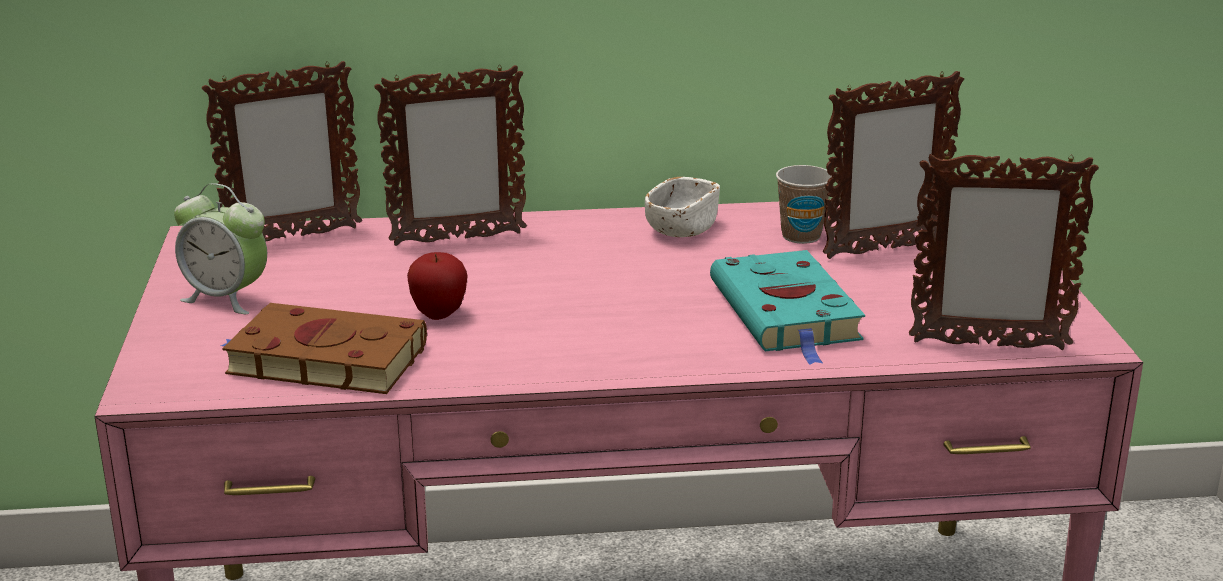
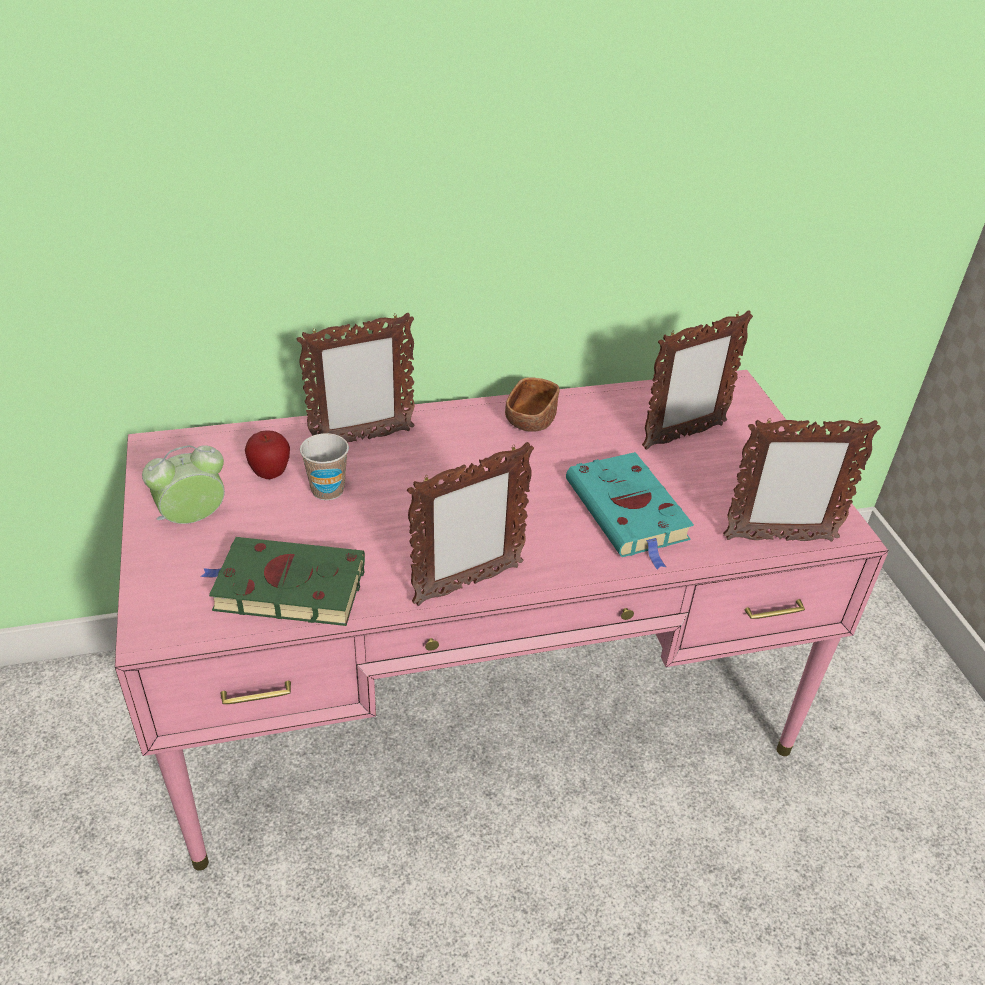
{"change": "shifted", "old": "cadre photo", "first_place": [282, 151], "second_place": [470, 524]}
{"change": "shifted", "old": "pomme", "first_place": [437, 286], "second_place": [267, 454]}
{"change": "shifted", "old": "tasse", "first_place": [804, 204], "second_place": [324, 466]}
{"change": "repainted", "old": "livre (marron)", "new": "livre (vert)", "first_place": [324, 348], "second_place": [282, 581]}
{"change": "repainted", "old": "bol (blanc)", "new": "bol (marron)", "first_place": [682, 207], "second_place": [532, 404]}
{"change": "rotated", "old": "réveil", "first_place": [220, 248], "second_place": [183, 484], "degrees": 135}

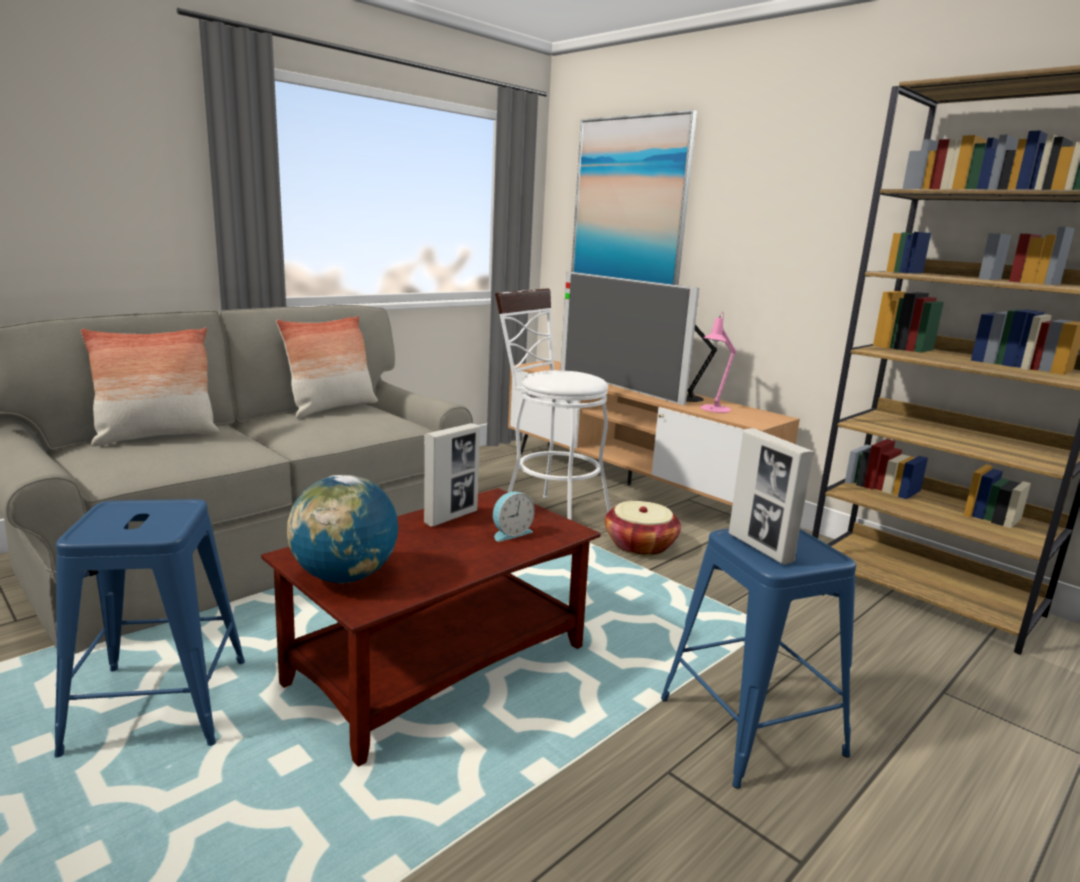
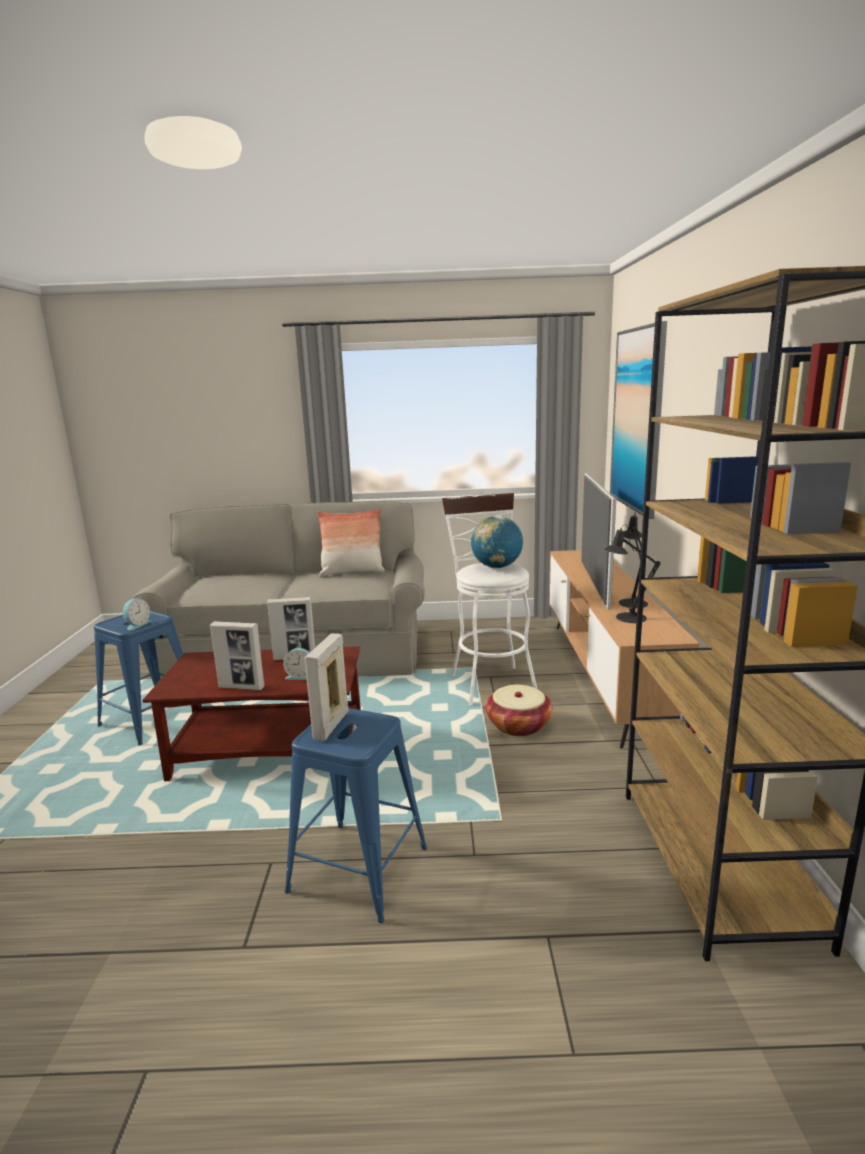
{"change": "gone", "old": "coussin", "first_place": [150, 386]}
{"change": "new", "new": "réveil", "second_place": [137, 614]}
{"change": "new", "new": "cadre photo", "second_place": [237, 655]}
{"change": "shifted", "old": "globe", "first_place": [342, 529], "second_place": [497, 542]}
{"change": "repainted", "old": "lampe de table (rose)", "new": "lampe de table (noir)", "first_place": [719, 362], "second_place": [632, 573]}

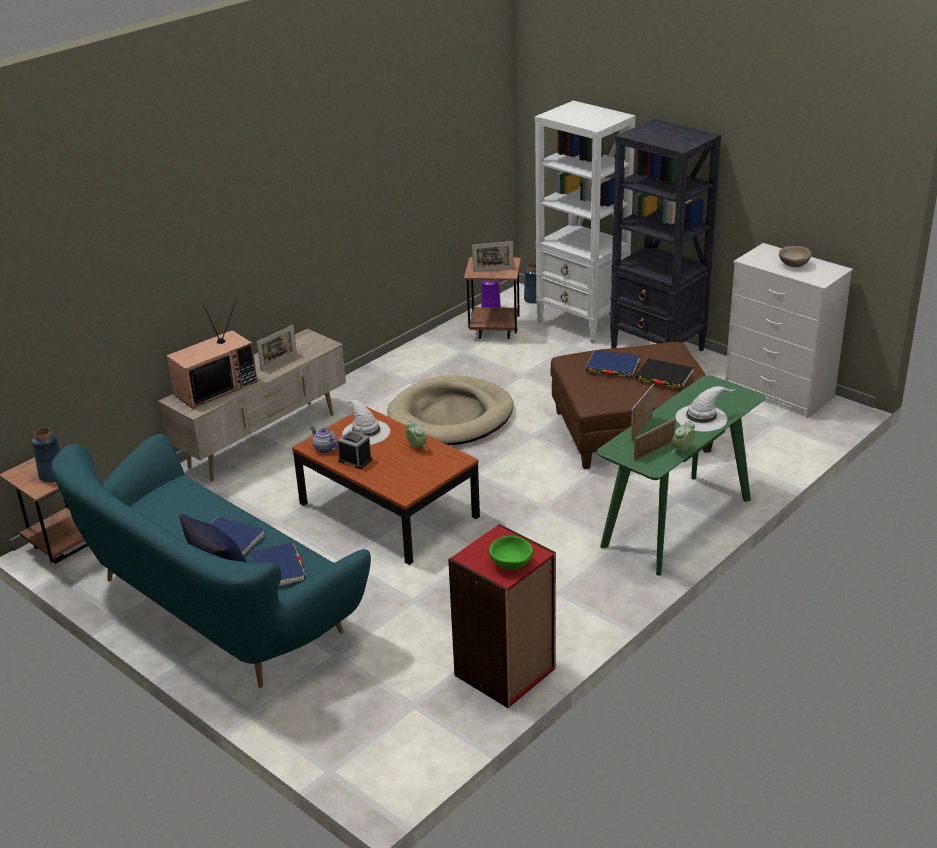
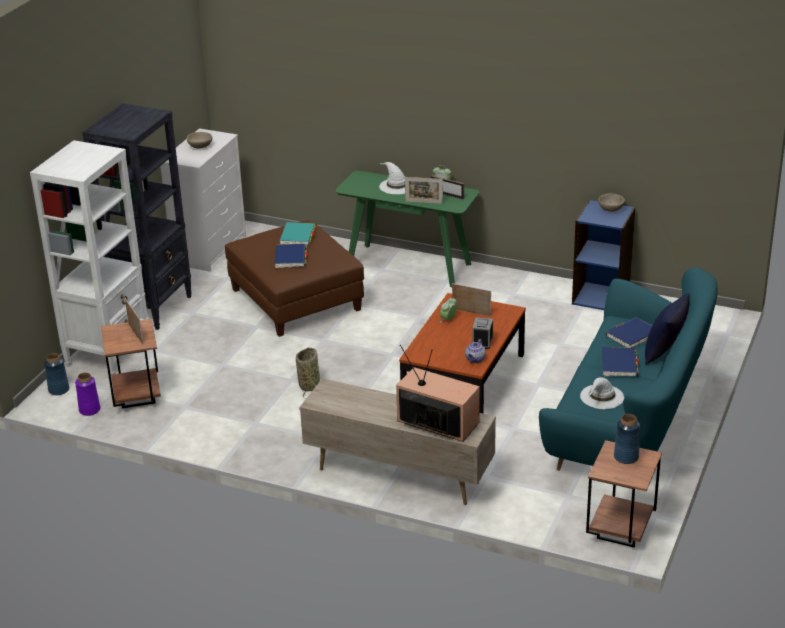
{"change": "shifted", "old": "cadre photo", "first_place": [277, 348], "second_place": [471, 300]}
{"change": "shifted", "old": "chapeau (blanc)", "first_place": [366, 422], "second_place": [602, 393]}
{"change": "swapped", "old": "panier pour chien (beige)", "new": "panier", "first_place": [450, 410], "second_place": [308, 372]}
{"change": "repainted", "old": "bibliothèque (rouge)", "new": "bibliothèque (bleu)", "first_place": [502, 616], "second_place": [603, 255]}
{"change": "repainted", "old": "bol (vert)", "new": "bol (beige)", "first_place": [511, 552], "second_place": [611, 202]}
{"change": "repainted", "old": "livre (noir)", "new": "livre (turquoise)", "first_place": [664, 373], "second_place": [297, 233]}

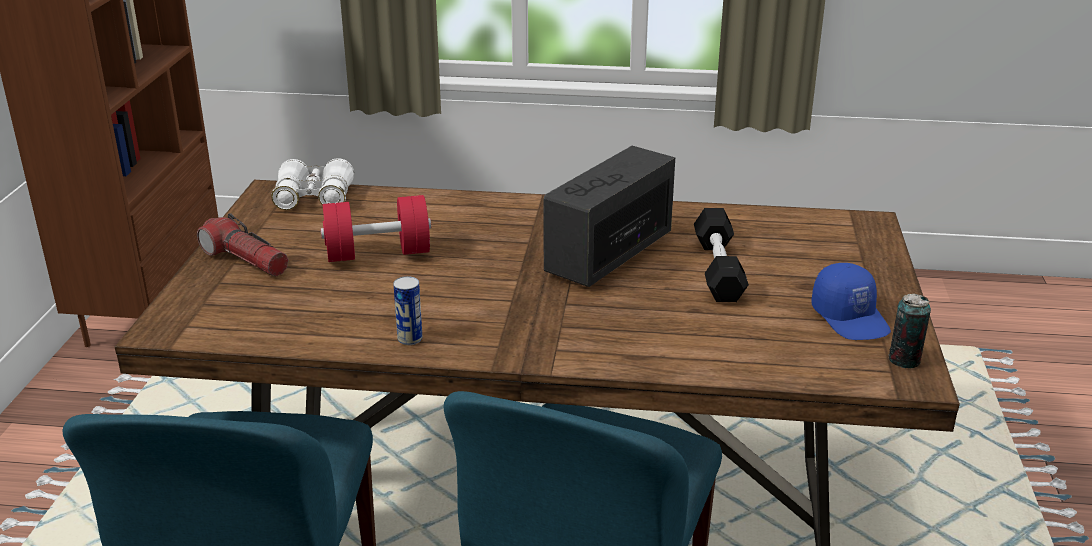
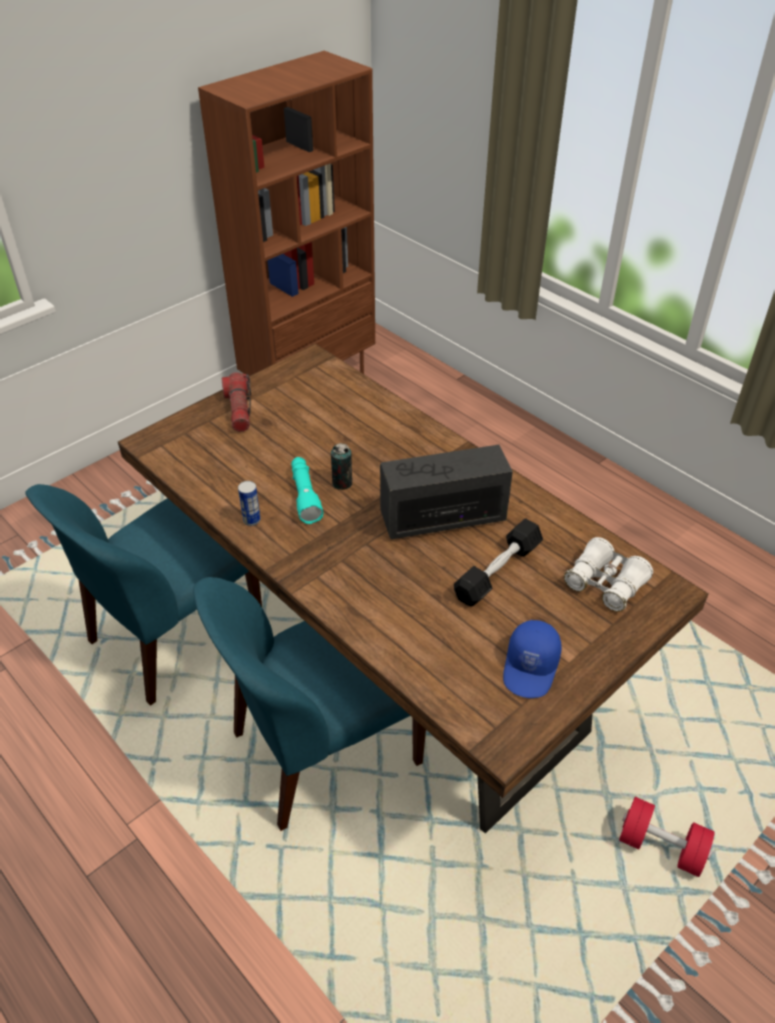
{"change": "new", "new": "lampe de poche (turquoise)", "second_place": [307, 490]}
{"change": "shifted", "old": "jumelles (blanc)", "first_place": [312, 184], "second_place": [608, 574]}
{"change": "shifted", "old": "haltère (rouge)", "first_place": [376, 228], "second_place": [666, 837]}
{"change": "shifted", "old": "boîte métallique", "first_place": [909, 331], "second_place": [341, 466]}

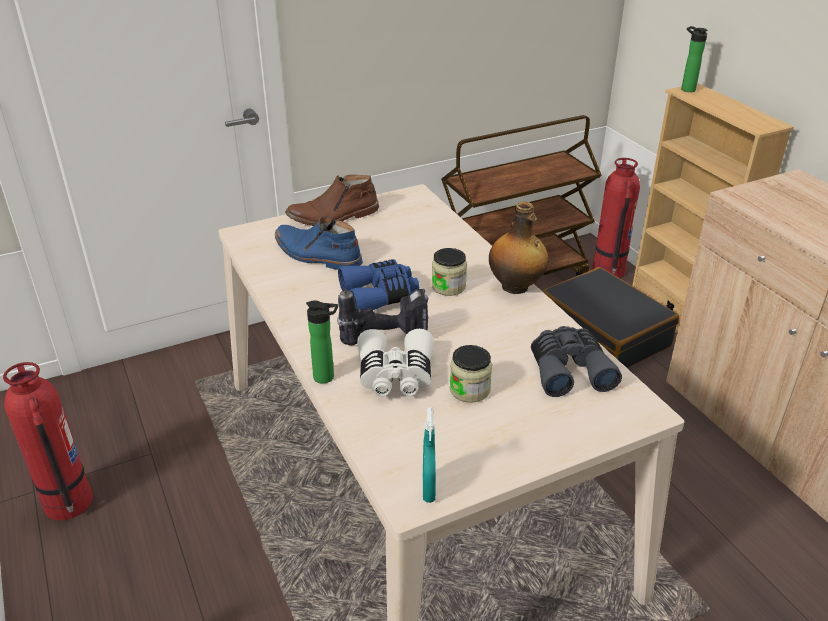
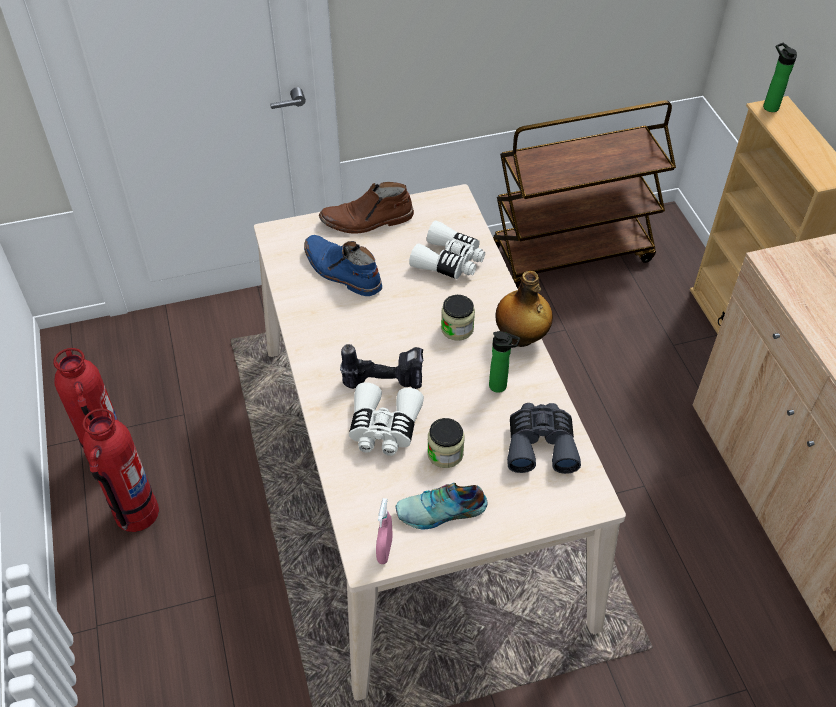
{"change": "gone", "old": "jumelles (bleu)", "first_place": [378, 284]}
{"change": "gone", "old": "valise (noir)", "first_place": [610, 317]}
{"change": "new", "new": "chaussure", "second_place": [441, 506]}
{"change": "new", "new": "jumelles (blanc)", "second_place": [447, 250]}
{"change": "shifted", "old": "bouteille", "first_place": [322, 342], "second_place": [504, 362]}
{"change": "shifted", "old": "extincteur", "first_place": [616, 218], "second_place": [120, 470]}
{"change": "repainted", "old": "vaporisateur (turquoise)", "new": "vaporisateur (rose)", "first_place": [429, 455], "second_place": [384, 531]}

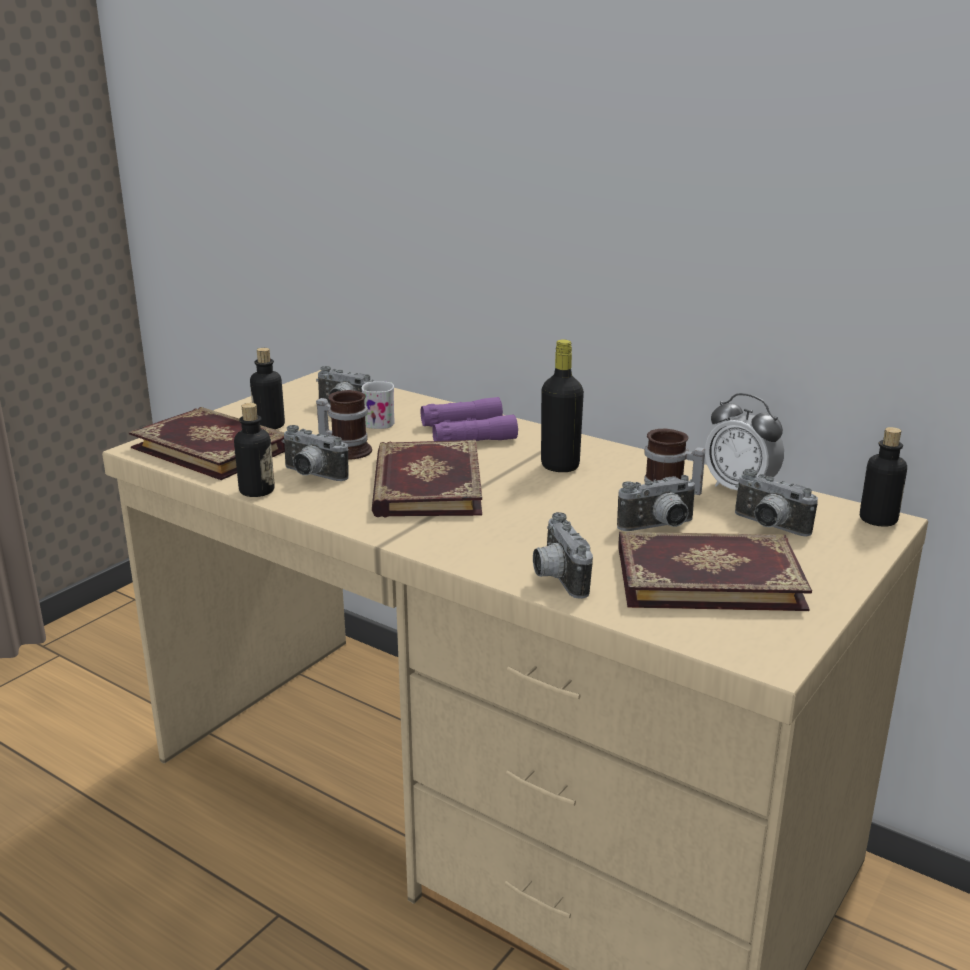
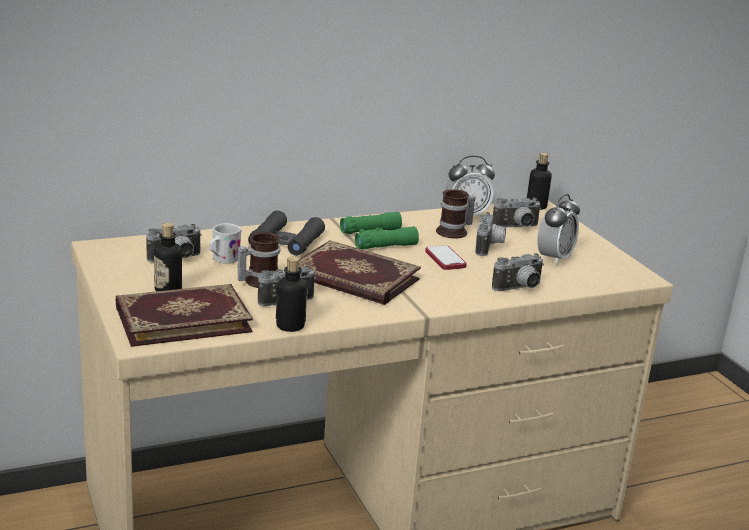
{"change": "new", "new": "téléphone", "second_place": [446, 257]}
{"change": "swapped", "old": "bouteille (noir)", "new": "jumelles (vert)", "first_place": [562, 406], "second_place": [379, 231]}
{"change": "swapped", "old": "livre", "new": "réveil", "first_place": [715, 571], "second_place": [558, 229]}
{"change": "repainted", "old": "jumelles (violet)", "new": "jumelles (noir)", "first_place": [469, 419], "second_place": [286, 233]}
{"change": "rotated", "old": "appareil photo", "first_place": [563, 555], "second_place": [518, 272], "degrees": -45}

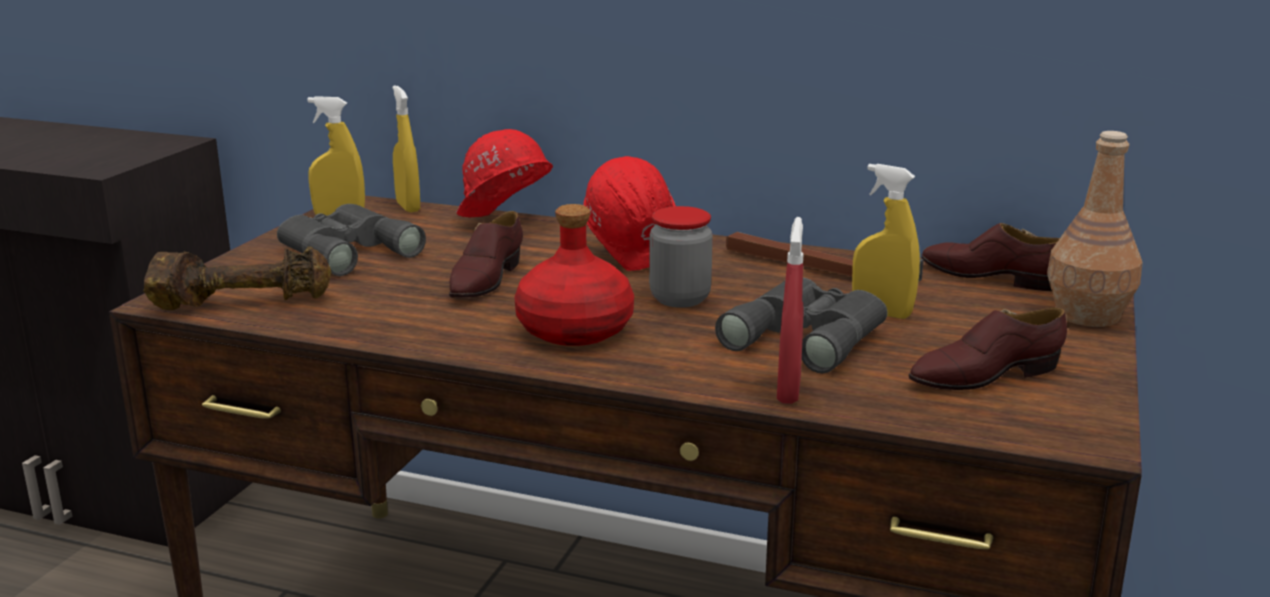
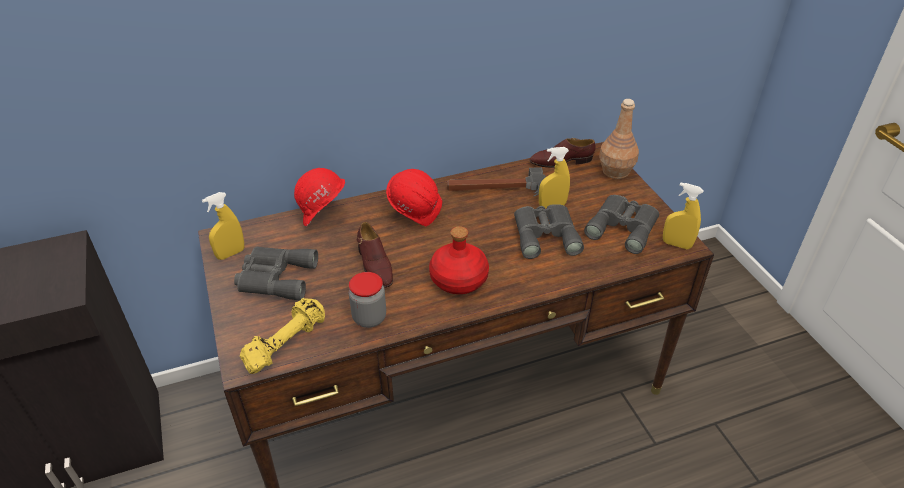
{"change": "gone", "old": "vaporisateur (rouge)", "first_place": [790, 310]}
{"change": "shifted", "old": "vaporisateur (jaune)", "first_place": [406, 148], "second_place": [683, 215]}
{"change": "shifted", "old": "bocal", "first_place": [681, 257], "second_place": [367, 300]}
{"change": "swapped", "old": "chaussure (marron)", "new": "jumelles (gris)", "first_place": [988, 348], "second_place": [621, 224]}
{"change": "repainted", "old": "haltère (marron)", "new": "haltère (jaune)", "first_place": [237, 278], "second_place": [282, 336]}

